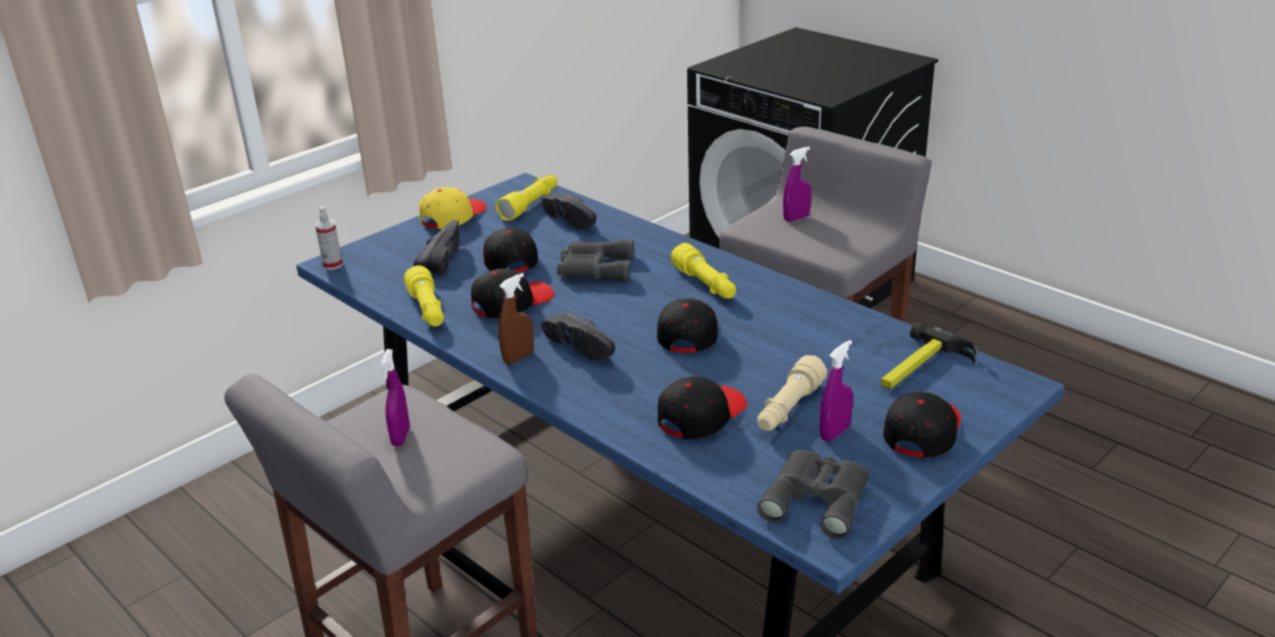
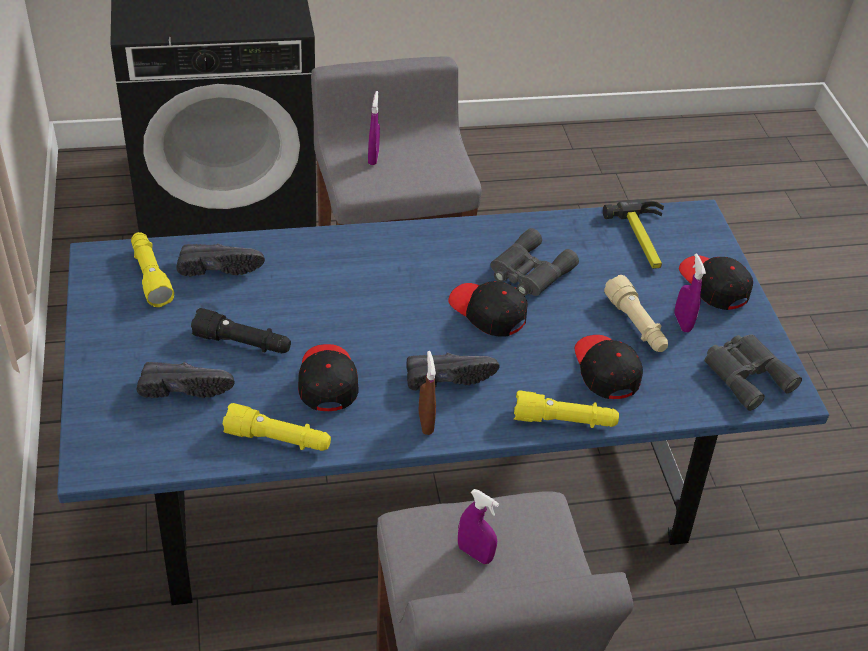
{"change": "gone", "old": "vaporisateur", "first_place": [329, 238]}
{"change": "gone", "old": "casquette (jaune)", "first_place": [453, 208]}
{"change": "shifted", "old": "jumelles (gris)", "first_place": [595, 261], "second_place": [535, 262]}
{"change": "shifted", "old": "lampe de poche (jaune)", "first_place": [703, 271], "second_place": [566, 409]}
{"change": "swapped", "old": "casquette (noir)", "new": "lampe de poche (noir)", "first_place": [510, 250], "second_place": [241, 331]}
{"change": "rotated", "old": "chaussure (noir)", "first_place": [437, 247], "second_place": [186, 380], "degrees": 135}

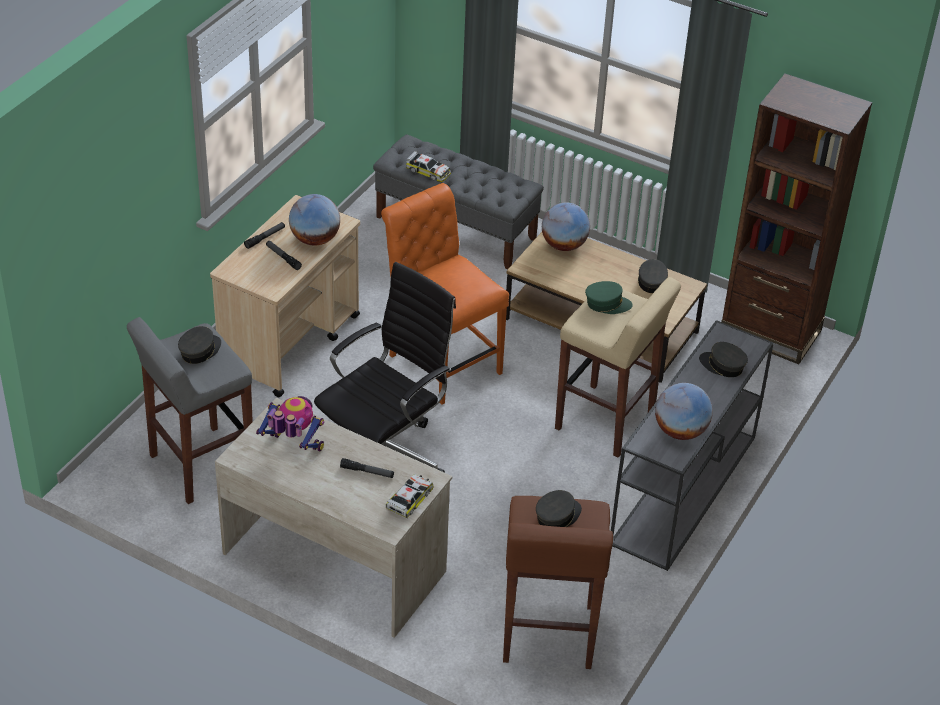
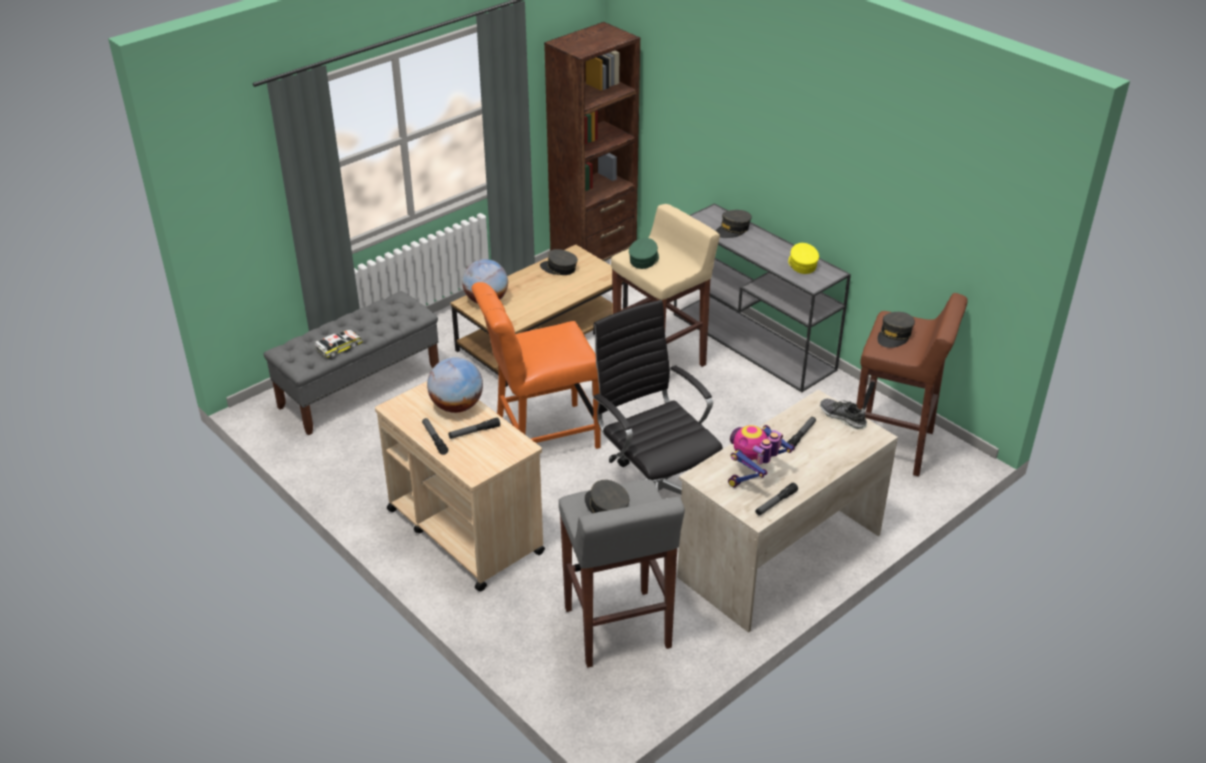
{"change": "new", "new": "lampe de poche", "second_place": [776, 499]}
{"change": "swapped", "old": "petite voiture", "new": "chaussure", "first_place": [410, 496], "second_place": [843, 414]}
{"change": "swapped", "old": "globe", "new": "casquette (jaune)", "first_place": [684, 411], "second_place": [803, 258]}
{"change": "rotated", "old": "casquette (gris)", "first_place": [559, 508], "second_place": [896, 330], "degrees": -120}

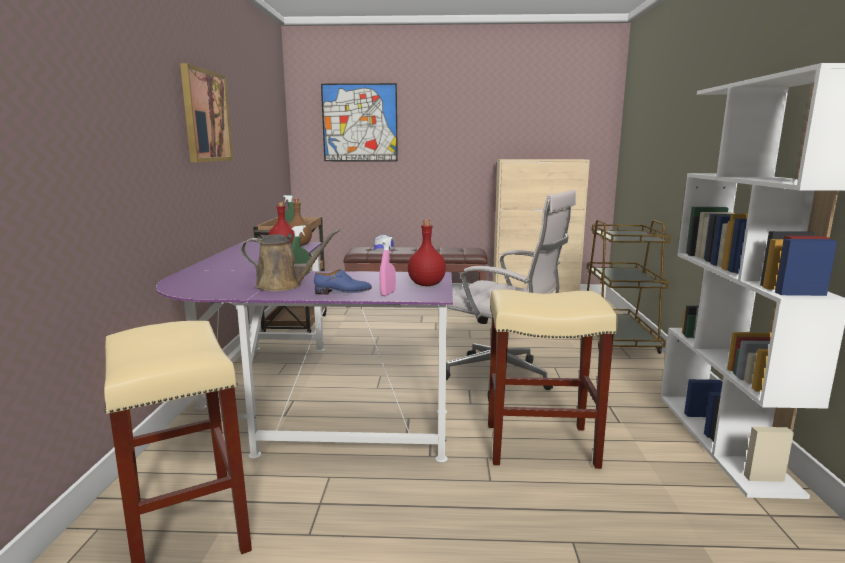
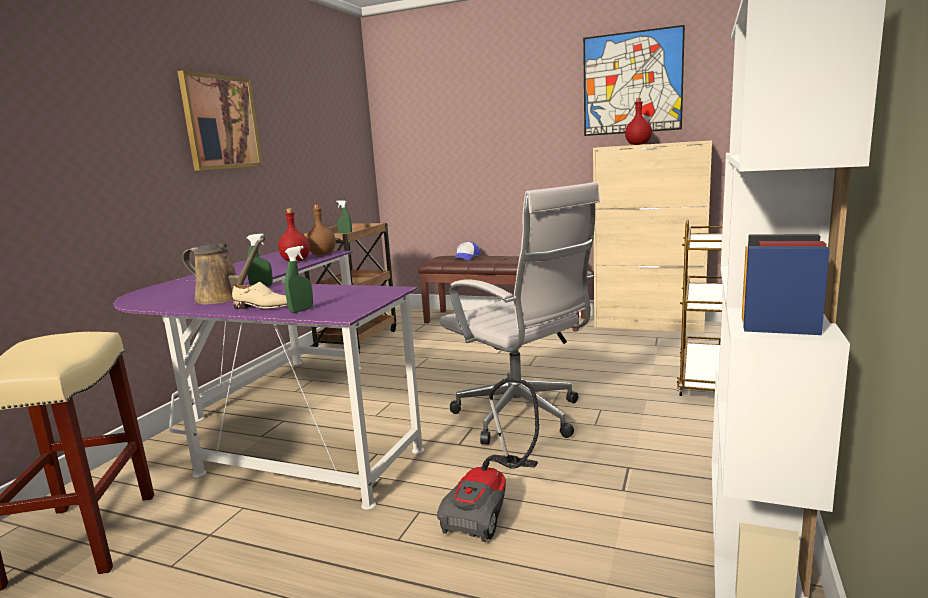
{"change": "shifted", "old": "tableau", "first_place": [359, 122], "second_place": [634, 80]}
{"change": "shifted", "old": "bouteille (rouge)", "first_place": [427, 253], "second_place": [638, 121]}
{"change": "swapped", "old": "tabouret (beige)", "new": "aspirateur", "first_place": [553, 379], "second_place": [488, 460]}
{"change": "repainted", "old": "chaussure (bleu)", "new": "chaussure (beige)", "first_place": [343, 282], "second_place": [259, 295]}
{"change": "repainted", "old": "vaporisateur (rose)", "new": "vaporisateur (vert)", "first_place": [388, 266], "second_place": [299, 279]}

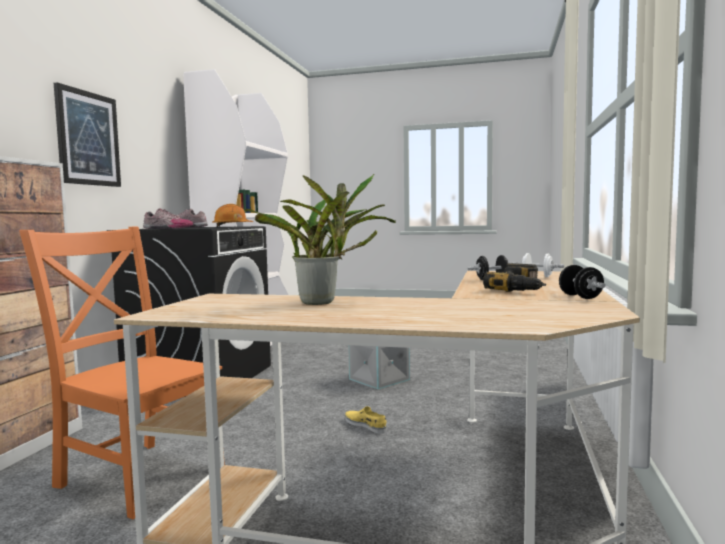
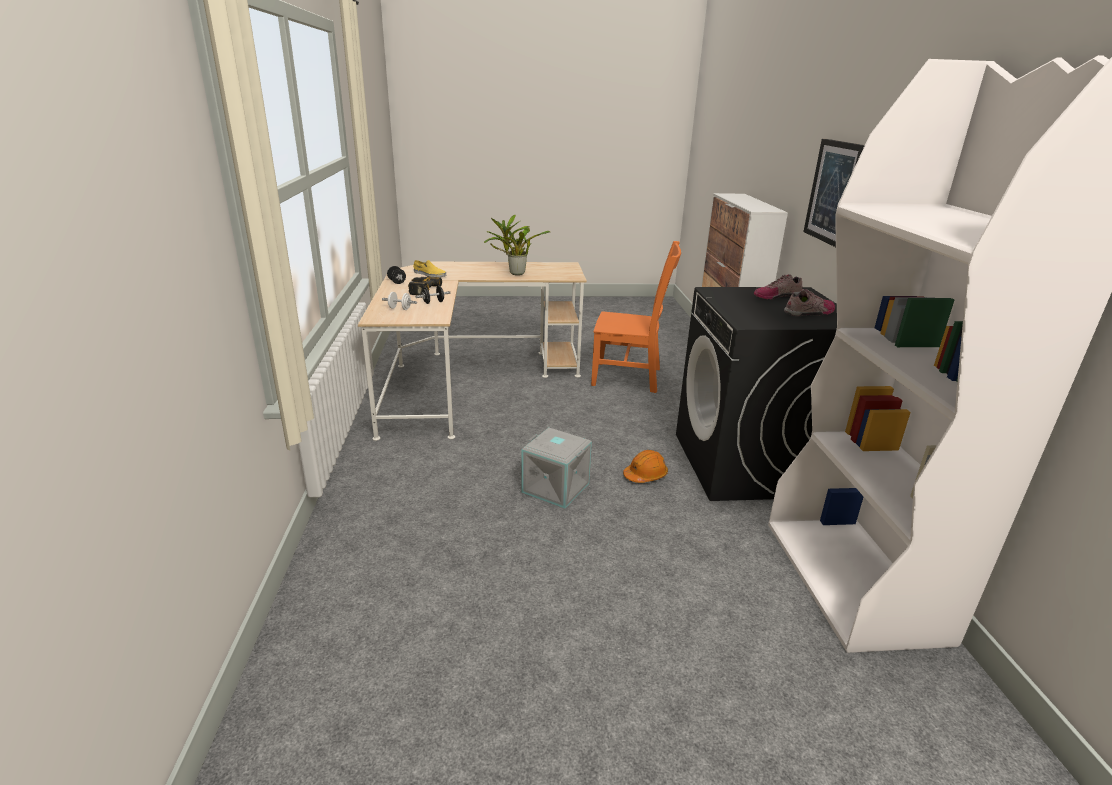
{"change": "shifted", "old": "casque de chantier (orange)", "first_place": [232, 215], "second_place": [645, 466]}
{"change": "shifted", "old": "chaussure (jaune)", "first_place": [366, 419], "second_place": [429, 268]}

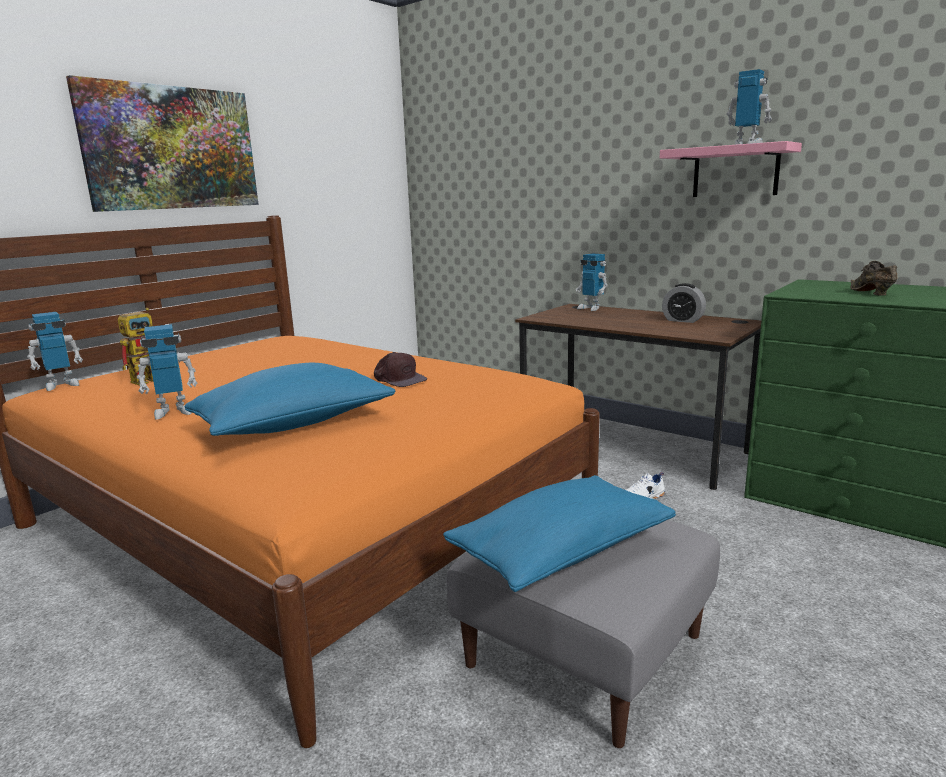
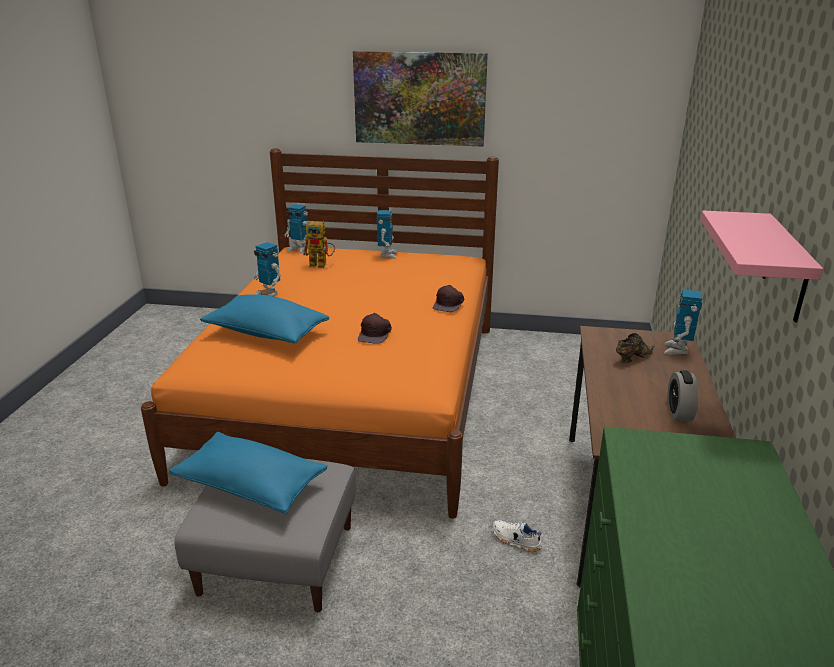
{"change": "new", "new": "casquette (marron)", "second_place": [448, 298]}
{"change": "shifted", "old": "robot jouet", "first_place": [749, 107], "second_place": [386, 234]}
{"change": "shifted", "old": "chaussure (marron)", "first_place": [874, 278], "second_place": [635, 348]}

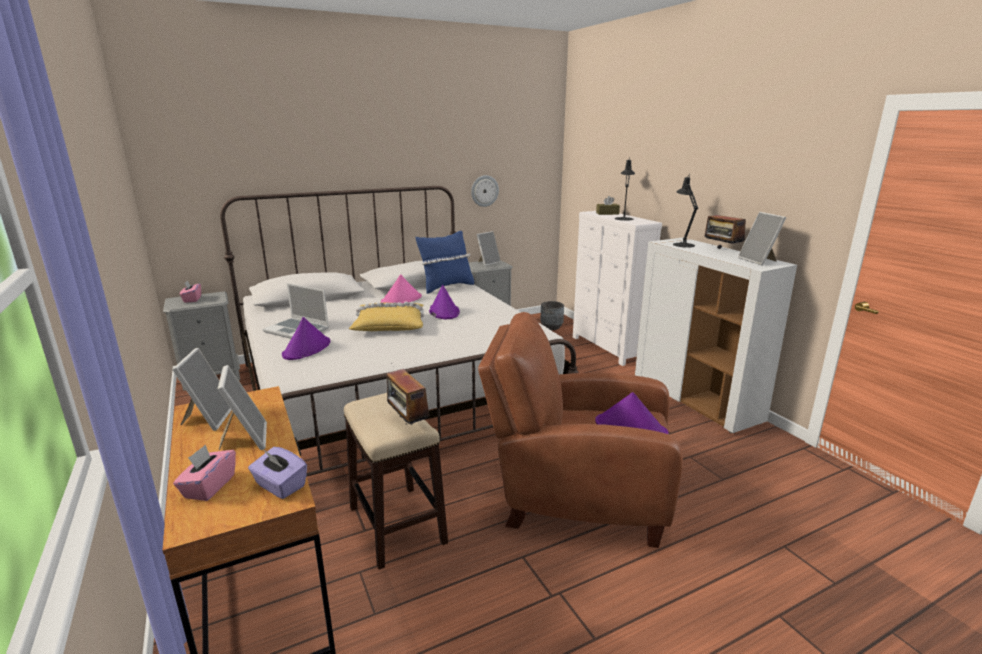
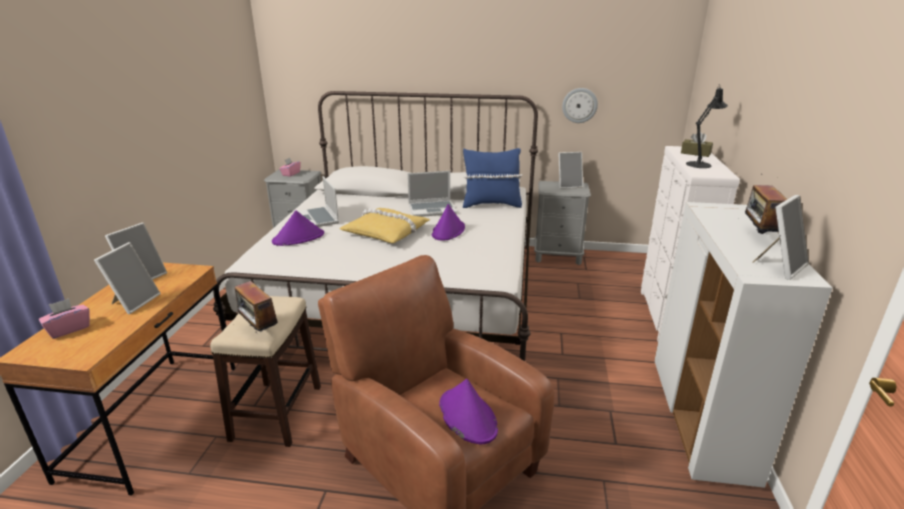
{"change": "gone", "old": "boîte à mouchoirs (violet)", "first_place": [277, 473]}
{"change": "gone", "old": "cache-pot (gris)", "first_place": [552, 315]}
{"change": "gone", "old": "lampe de table (noir)", "first_place": [685, 211]}
{"change": "swapped", "old": "chapeau (rose)", "new": "ordinateur portable", "first_place": [401, 288], "second_place": [432, 194]}
{"change": "rotated", "old": "radio", "first_place": [406, 393], "second_place": [256, 306], "degrees": -45}
{"change": "rotated", "old": "cadre photo", "first_place": [762, 239], "second_place": [780, 237], "degrees": -150}

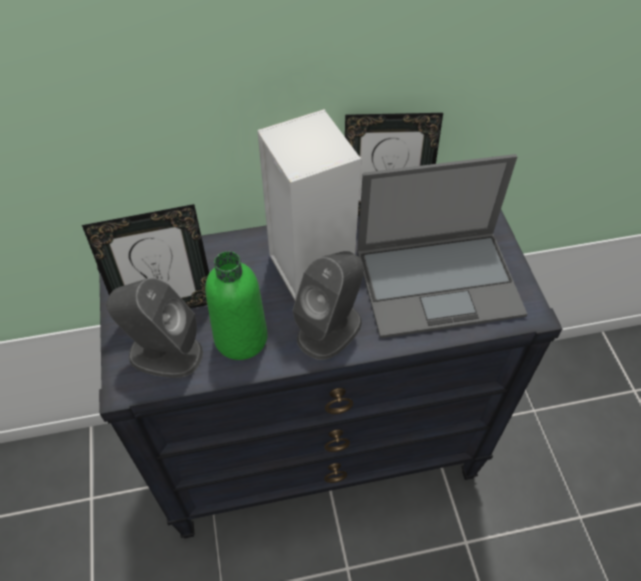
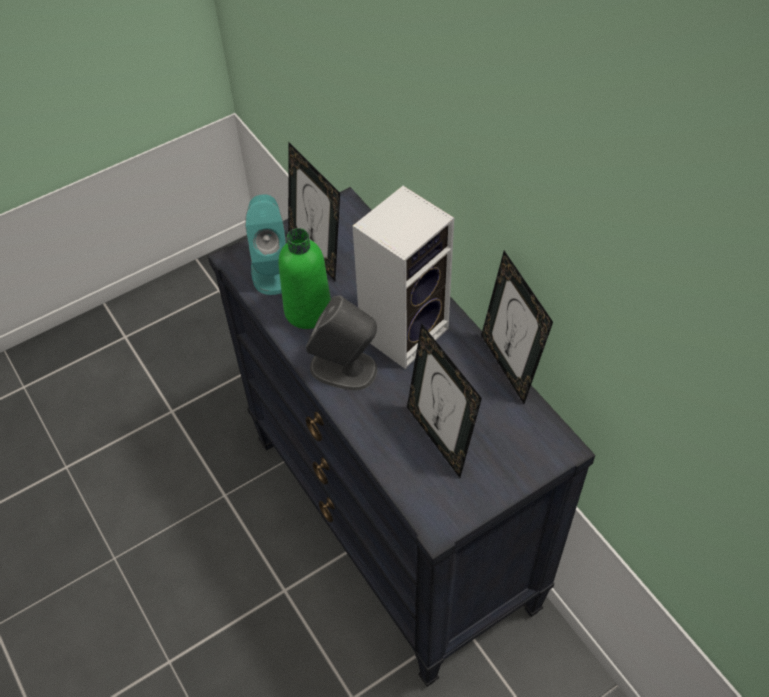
{"change": "swapped", "old": "ordinateur portable", "new": "cadre photo", "first_place": [442, 246], "second_place": [444, 400]}
{"change": "repainted", "old": "enceinte (gris)", "new": "enceinte (turquoise)", "first_place": [154, 328], "second_place": [265, 244]}

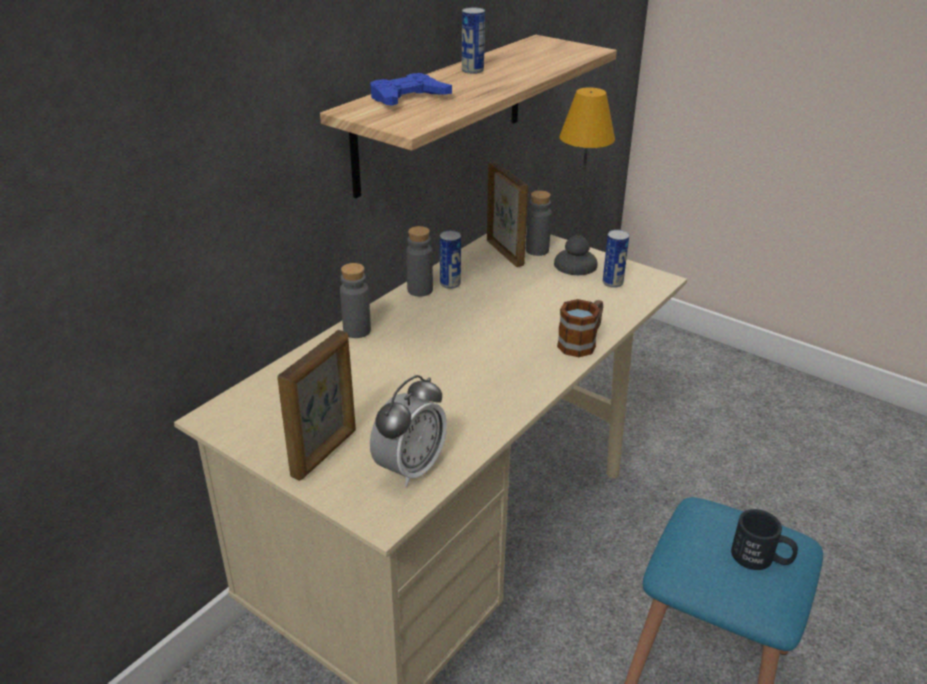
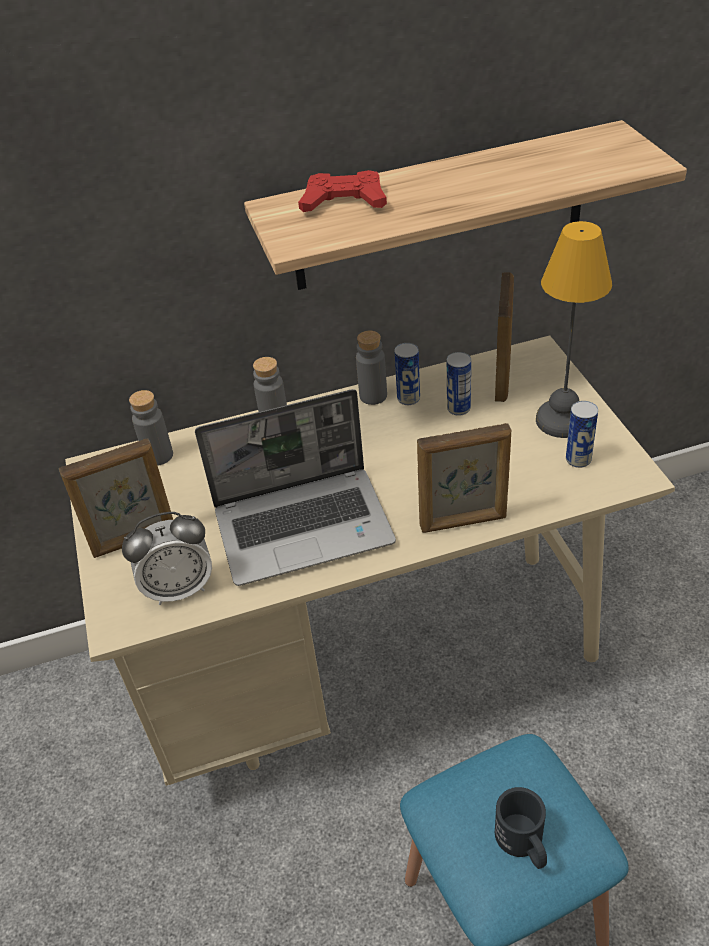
{"change": "new", "new": "ordinateur portable", "second_place": [295, 487]}
{"change": "shifted", "old": "boîte métallique", "first_place": [473, 40], "second_place": [459, 384]}
{"change": "shifted", "old": "bouteille (gris)", "first_place": [539, 223], "second_place": [151, 428]}
{"change": "swapped", "old": "mug", "new": "cadre photo", "first_place": [580, 328], "second_place": [464, 478]}
{"change": "repainted", "old": "manette (bleu)", "new": "manette (rouge)", "first_place": [411, 89], "second_place": [342, 191]}

